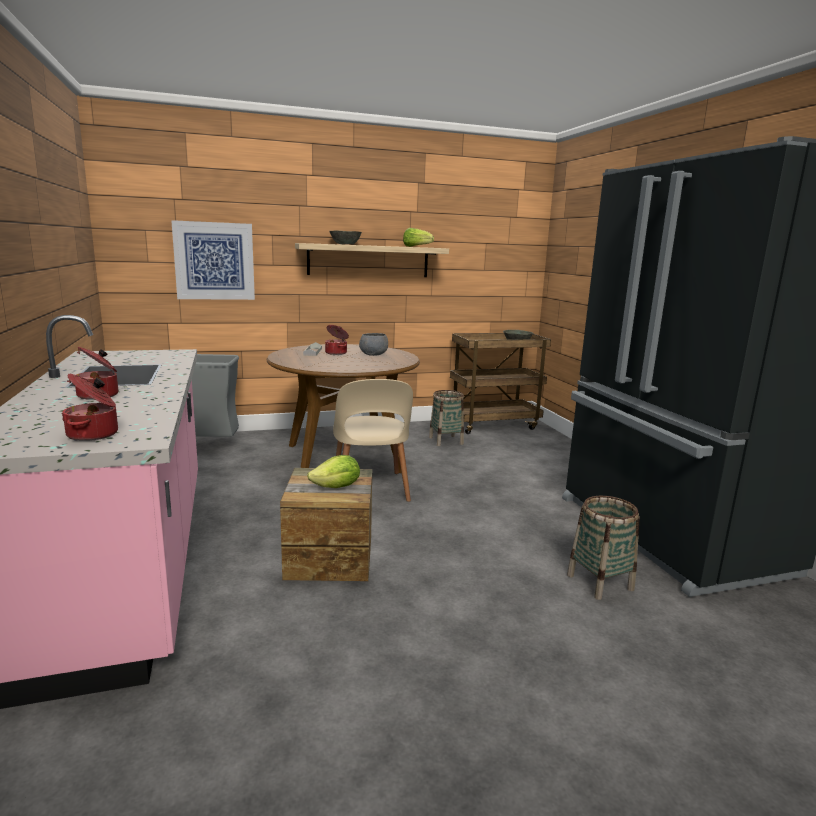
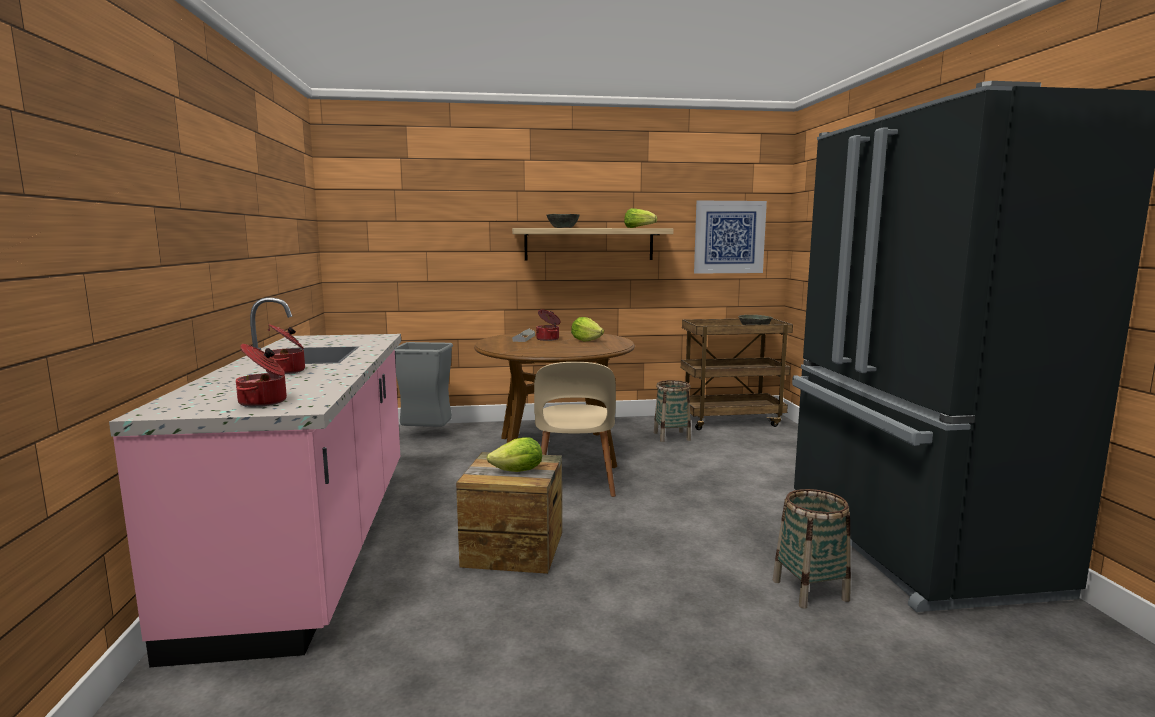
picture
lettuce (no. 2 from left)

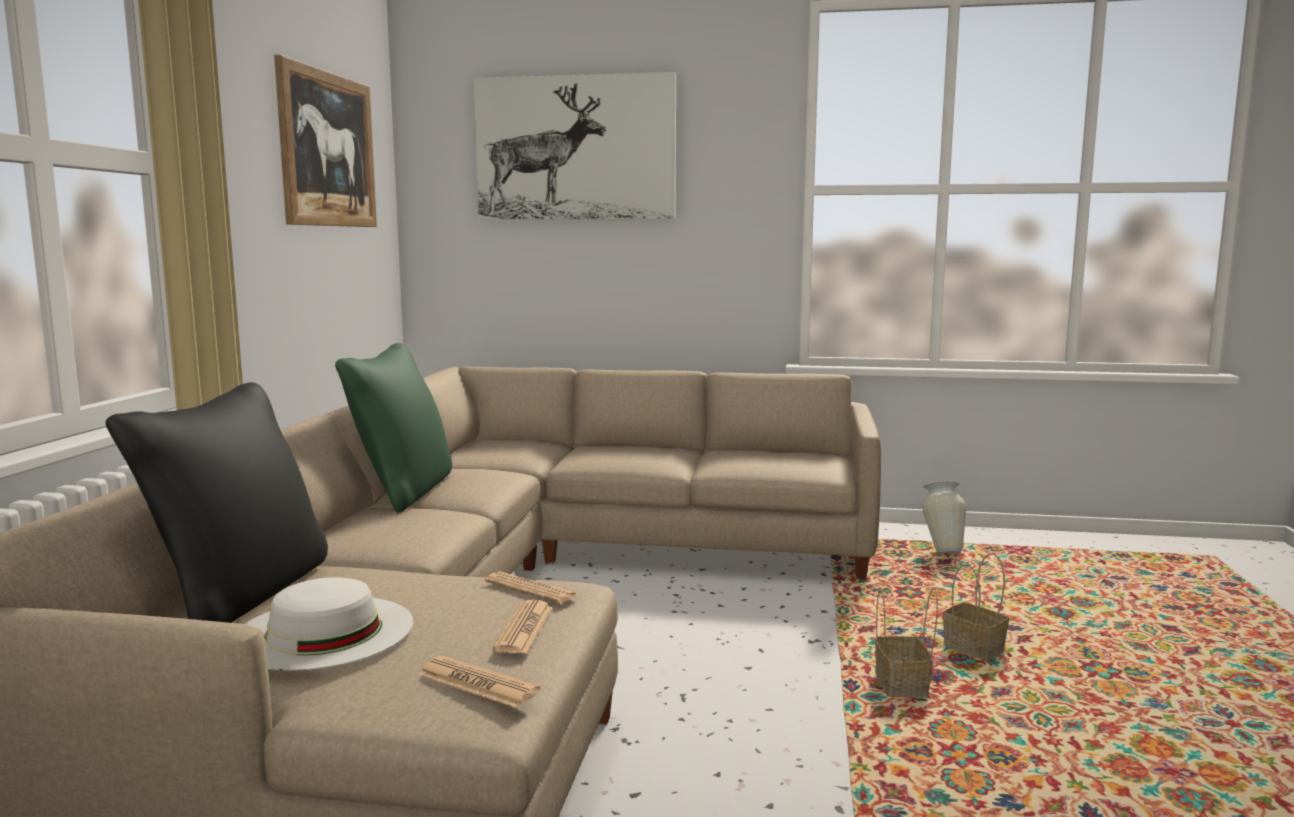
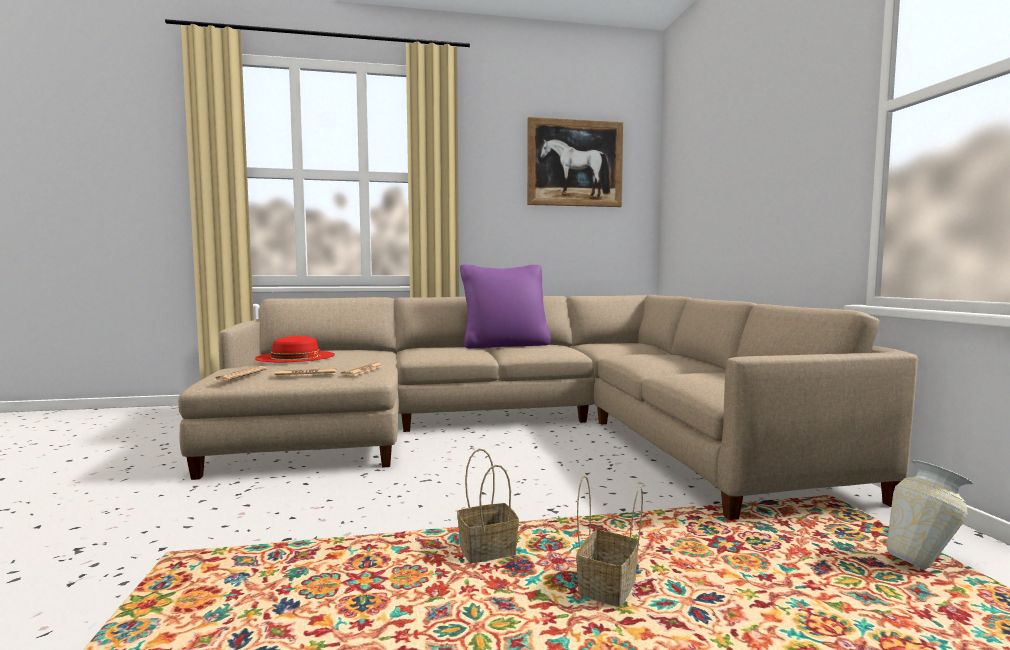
black pillow
picture (no. 2 from left in the first image)
red hat
purple pillow

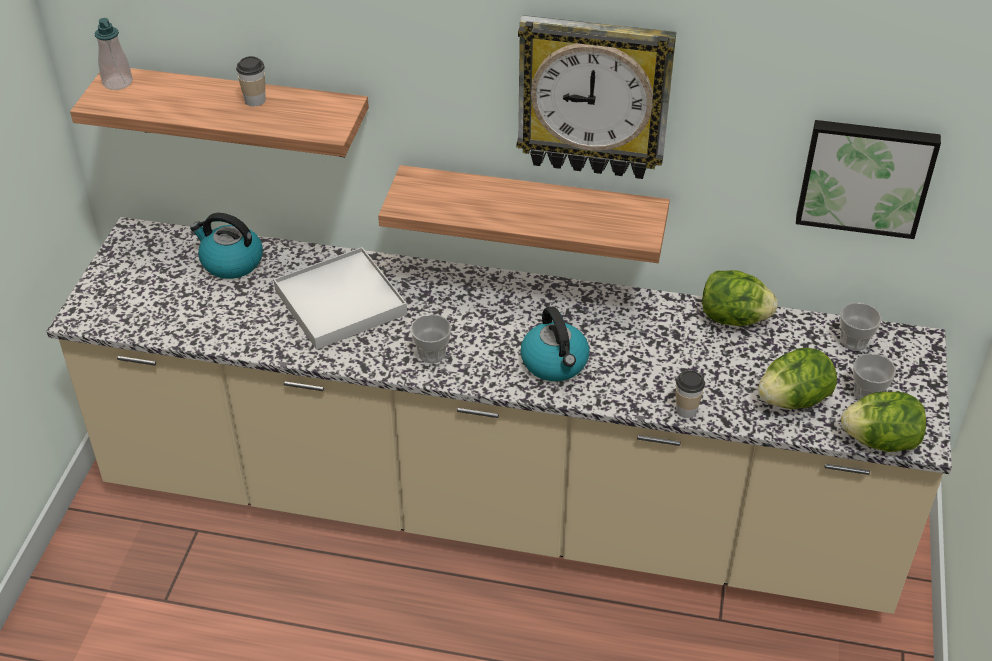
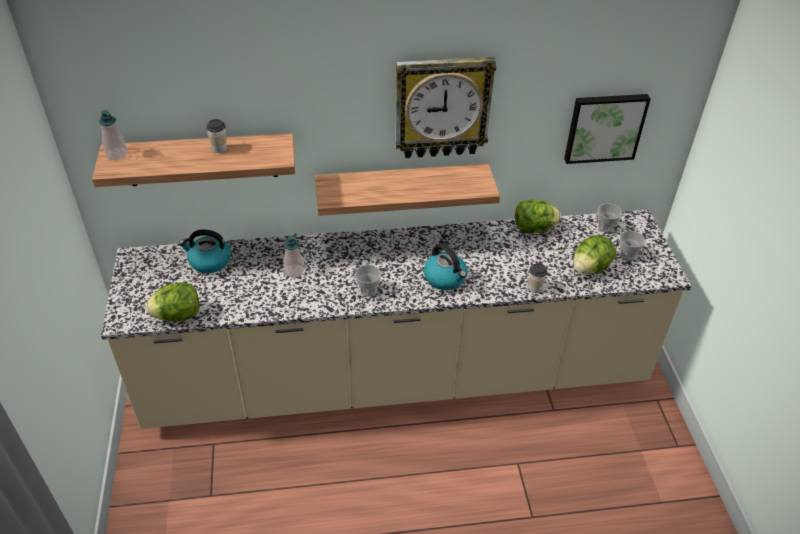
lettuce (no. 1 from left)
soap dispenser (no. 2 from left)

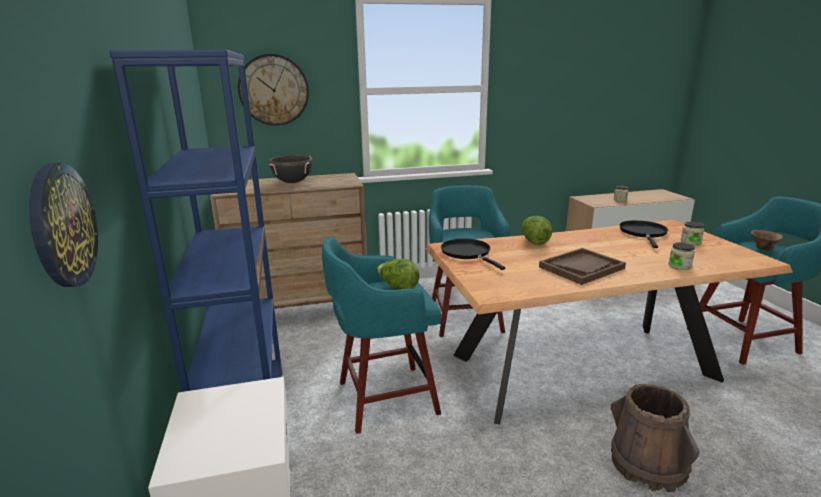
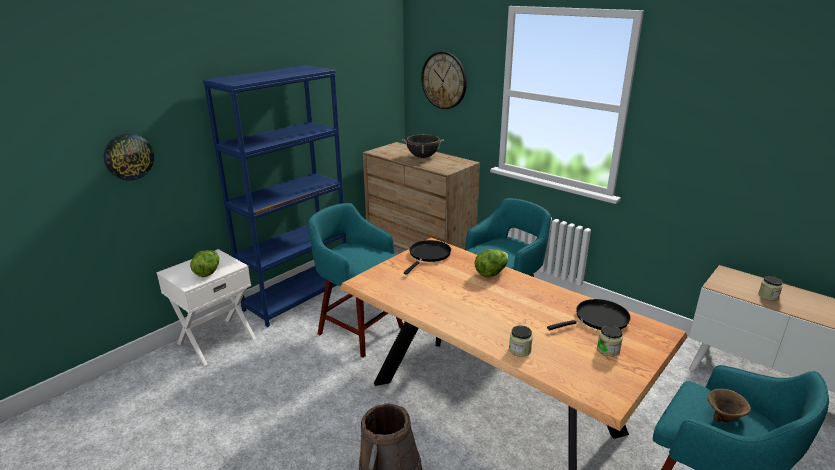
brown tray
lettuce (no. 1 from left)

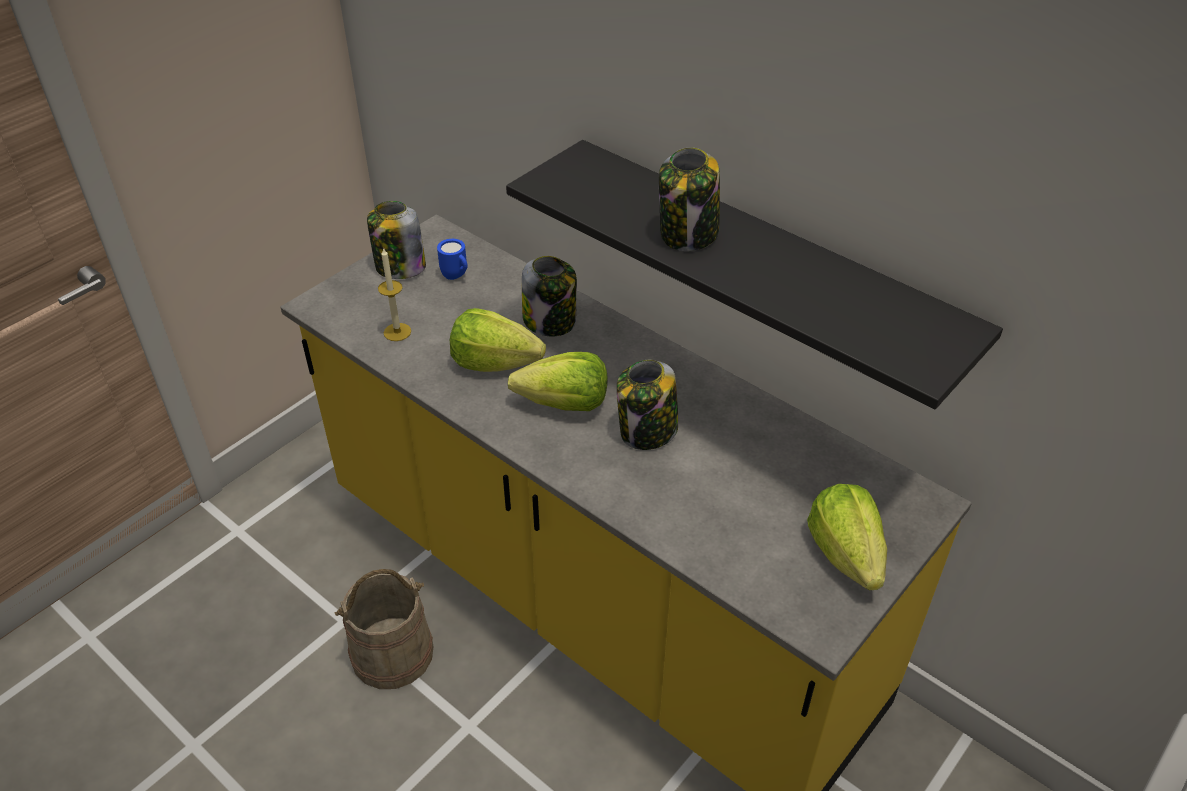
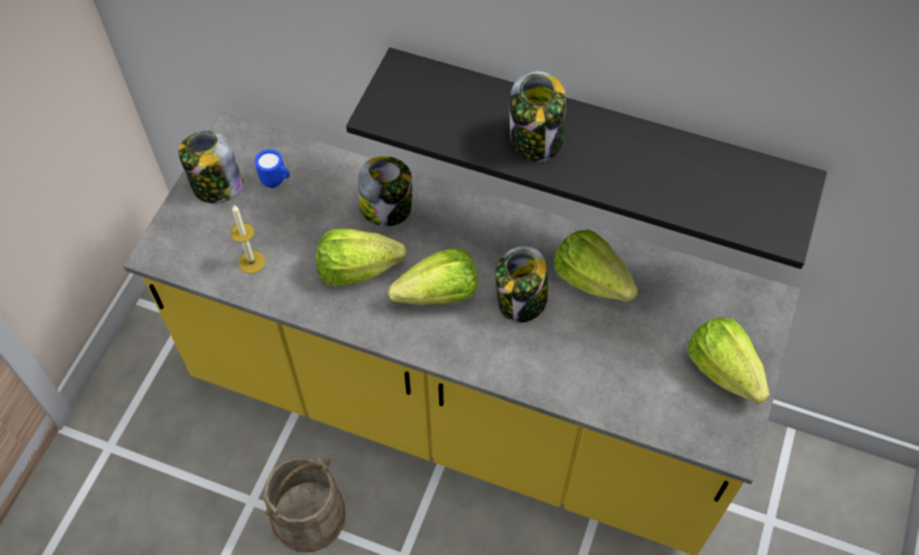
lettuce (no. 3 from left)

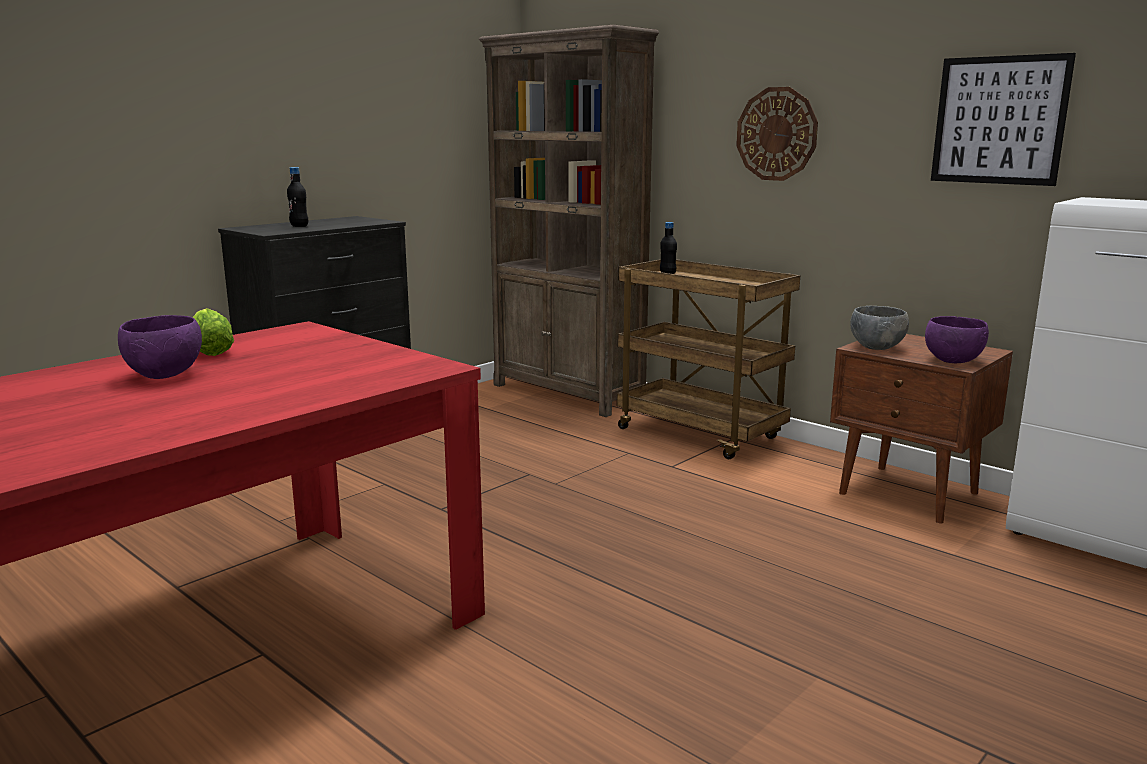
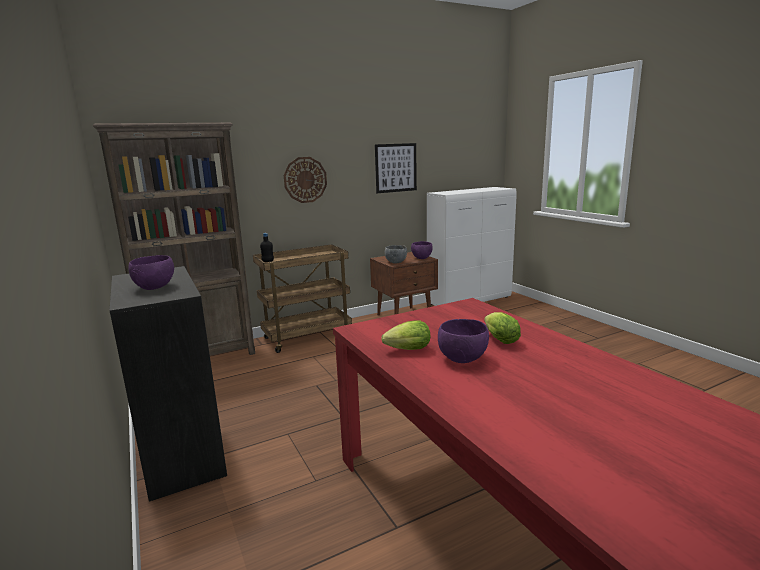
lettuce (no. 2 from left)
purple bowl (no. 1 from left)

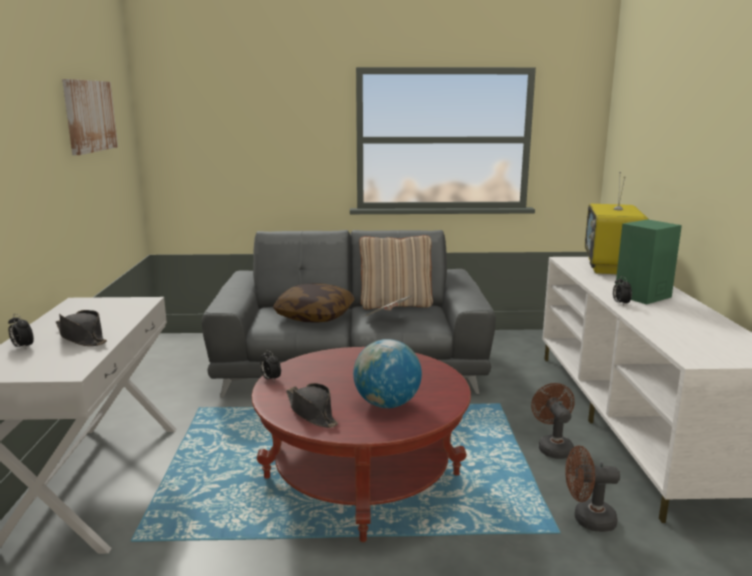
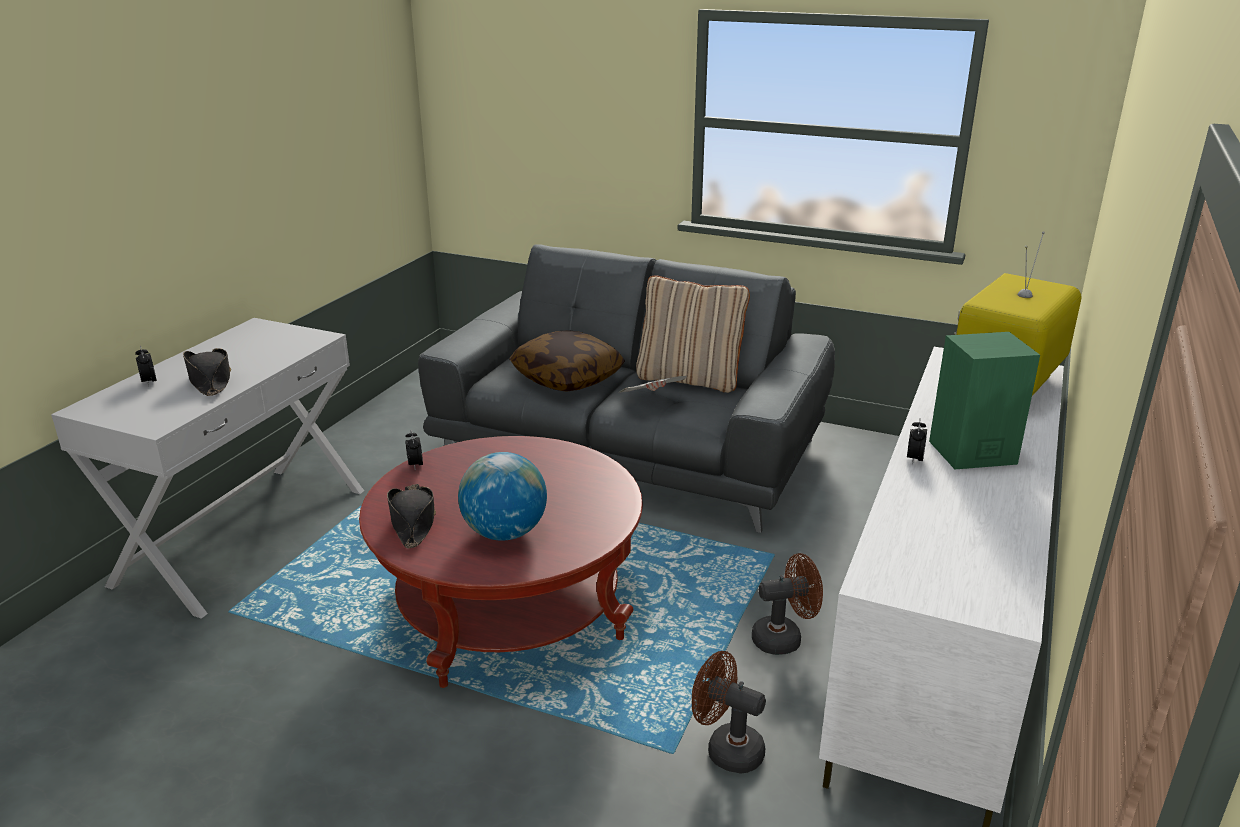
picture
brown fan (no. 2 from left)

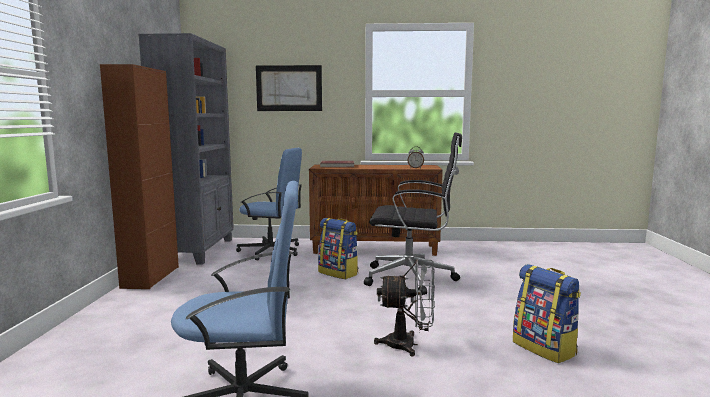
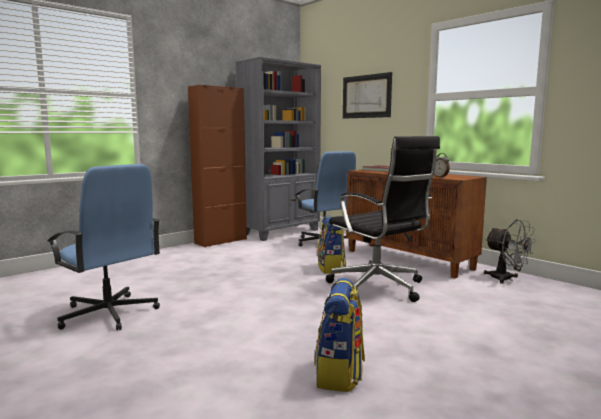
grey fan

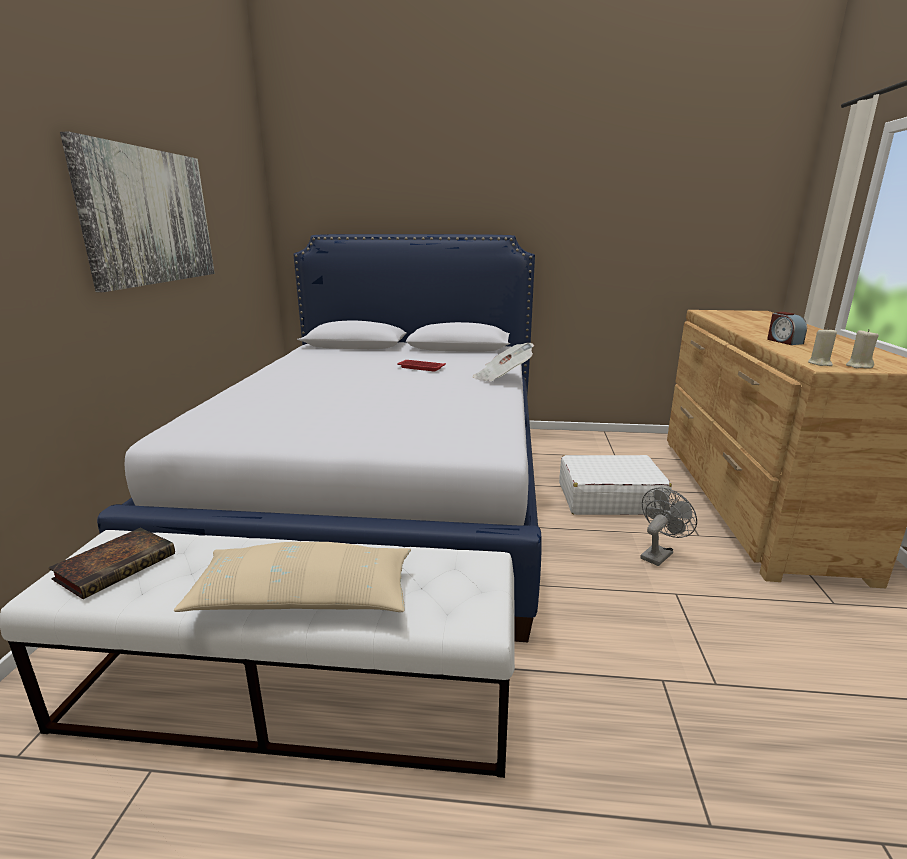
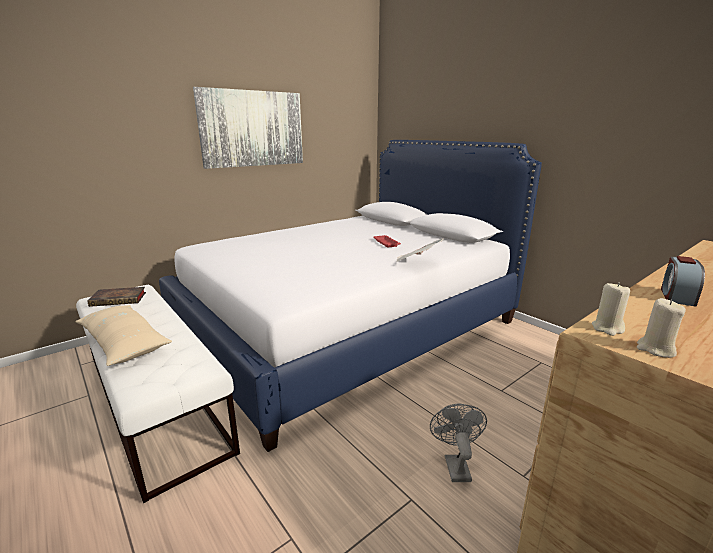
white suitcase
grey fan

